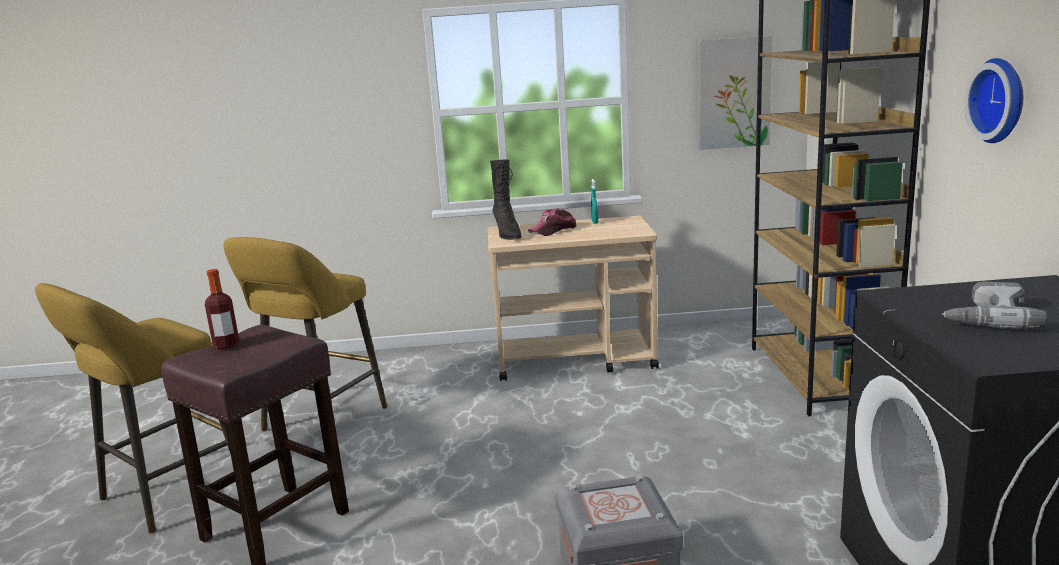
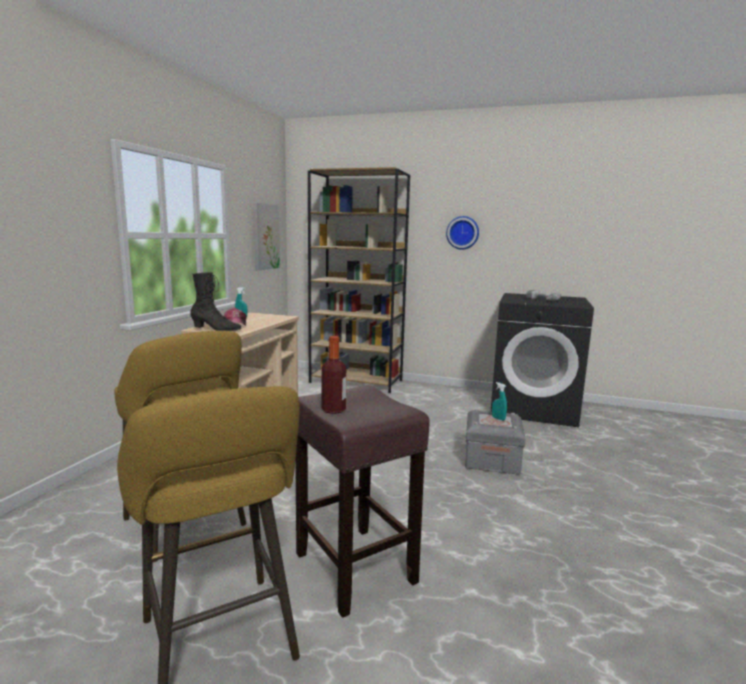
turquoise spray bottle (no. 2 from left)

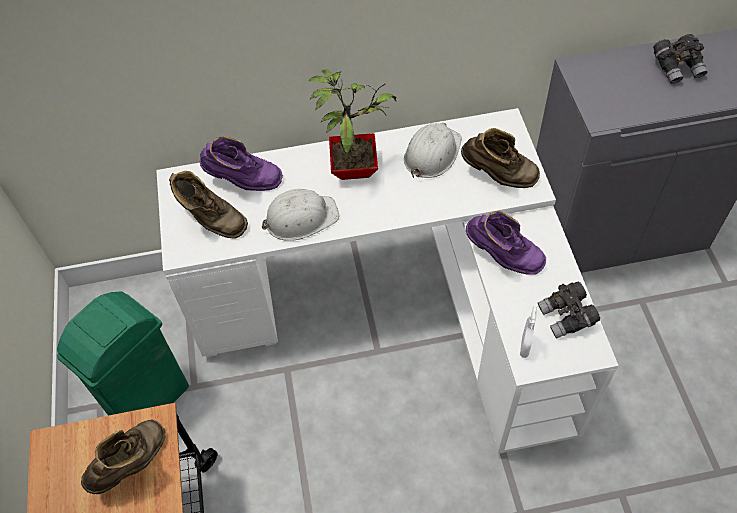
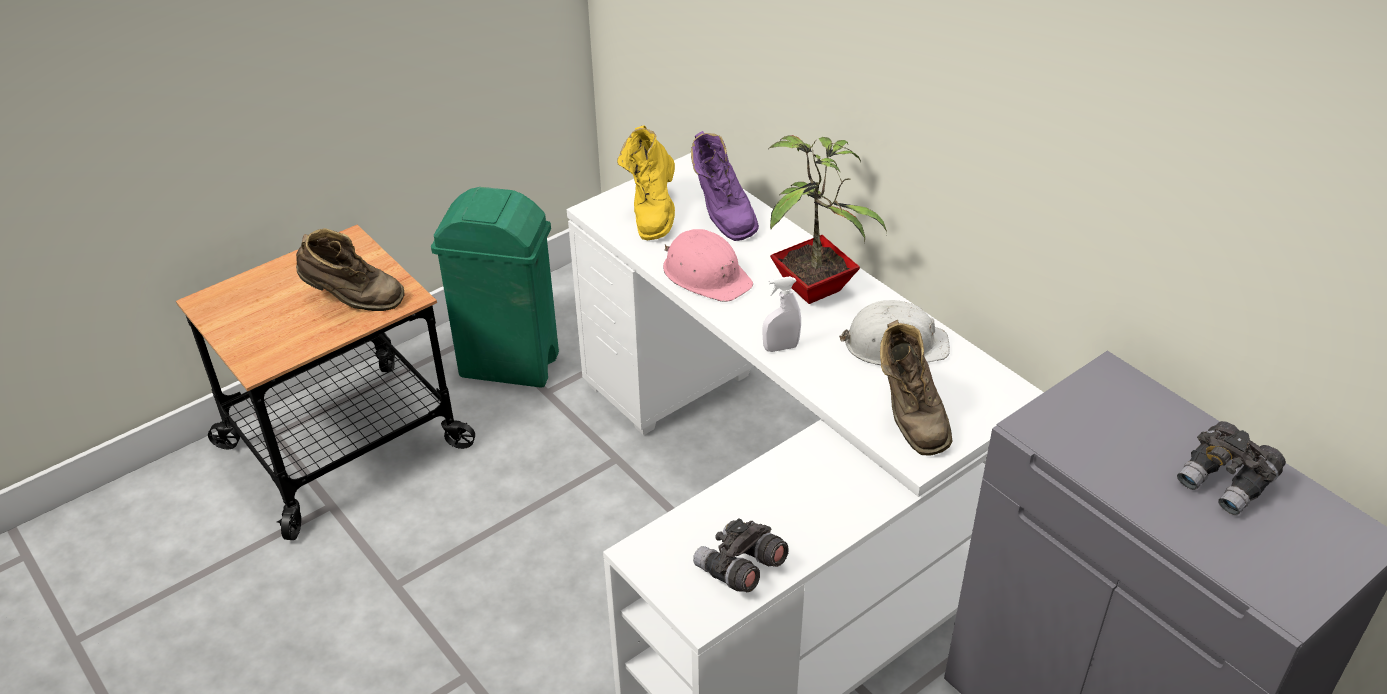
purple boot (no. 2 from left in the first image)
white spray bottle
yellow boot
pink hard hat

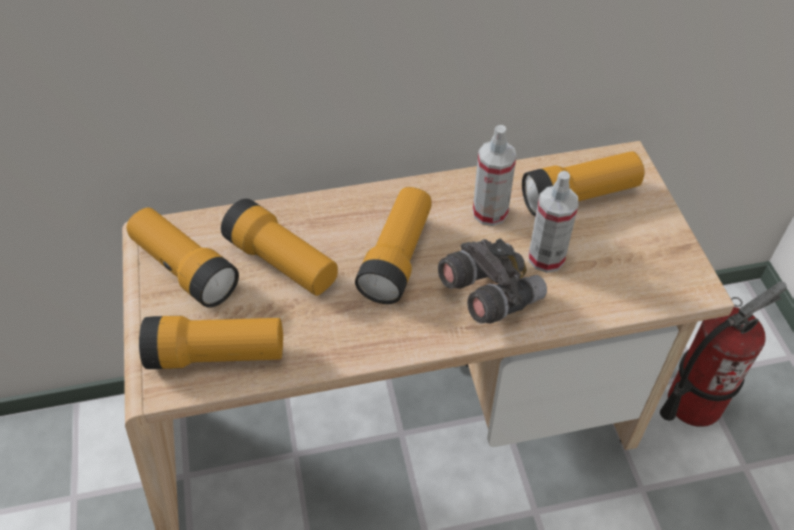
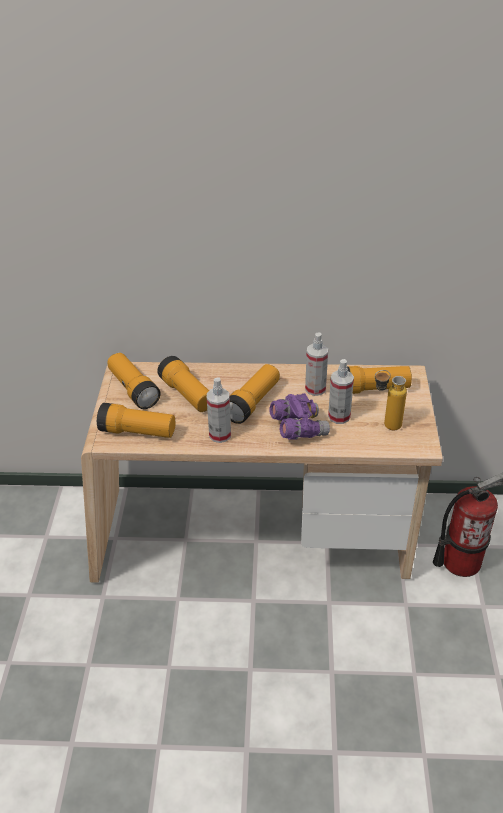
spray bottle (no. 1 from left)
bottle
purple binoculars

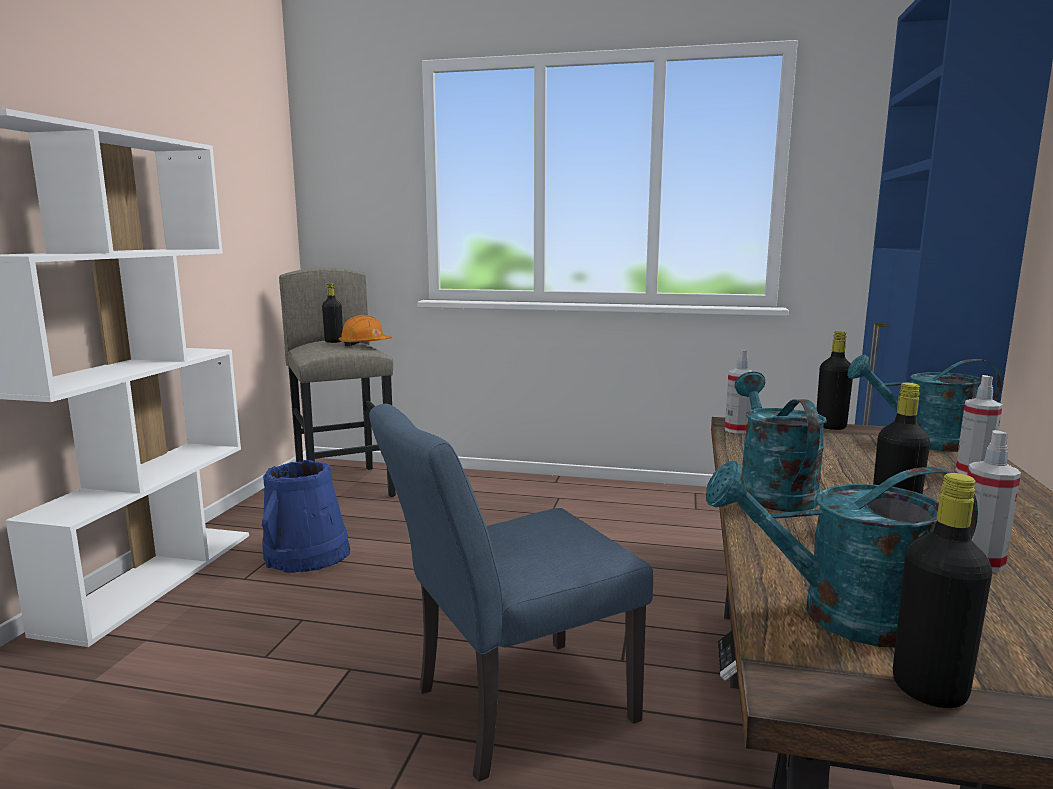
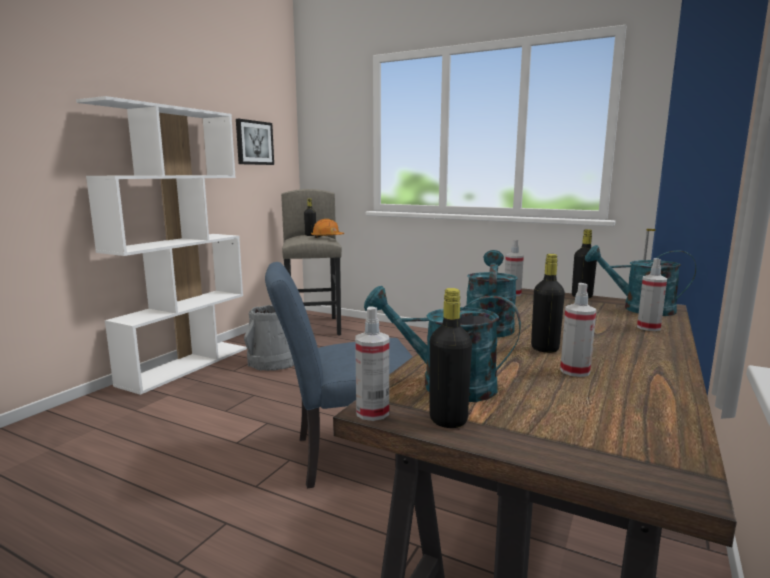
picture
spray bottle (no. 1 from left)
grey bucket

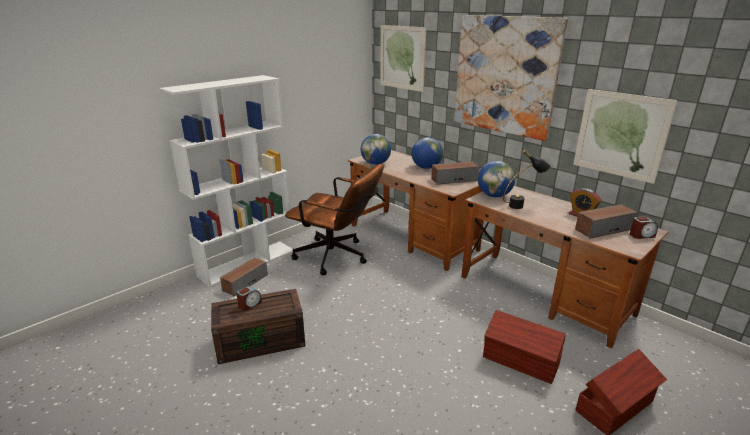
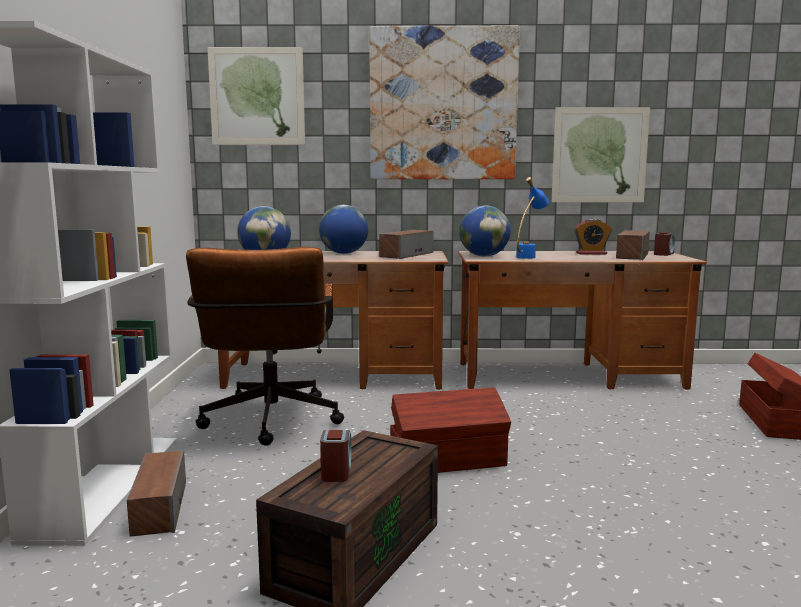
brown storage box (no. 2 from left)
blue table lamp
brown office chair

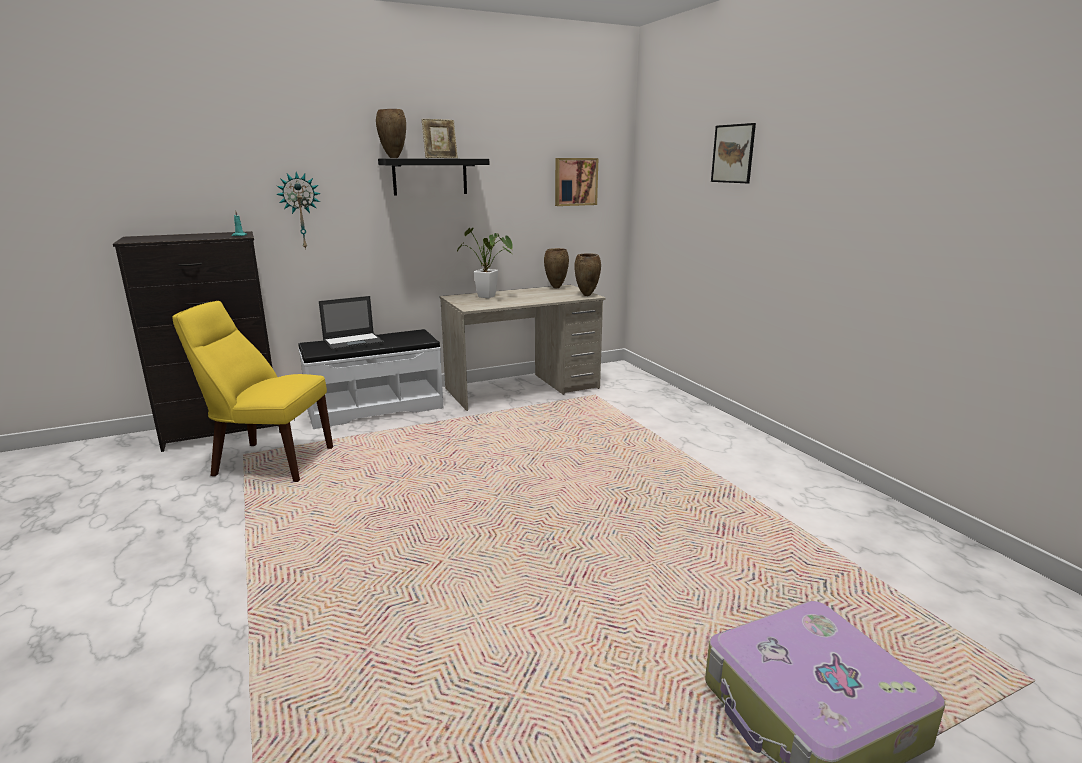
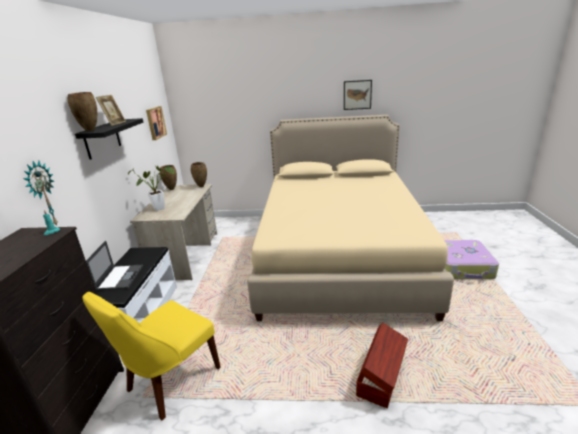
beige bed
brown storage box
picture (no. 2 from left)

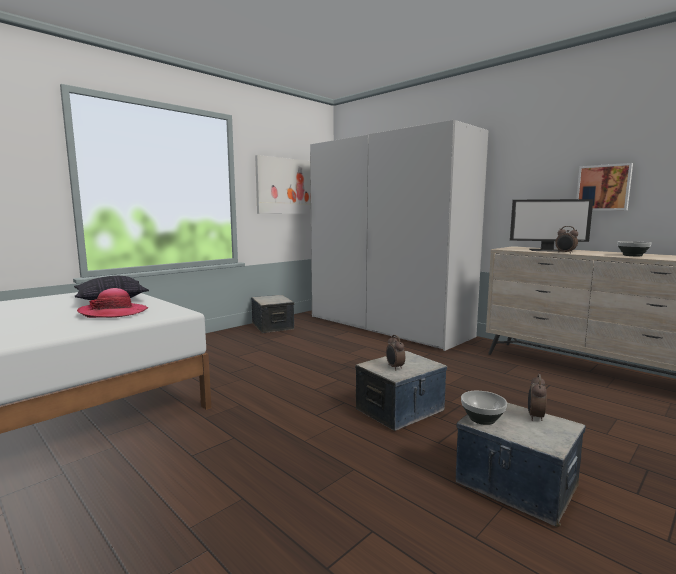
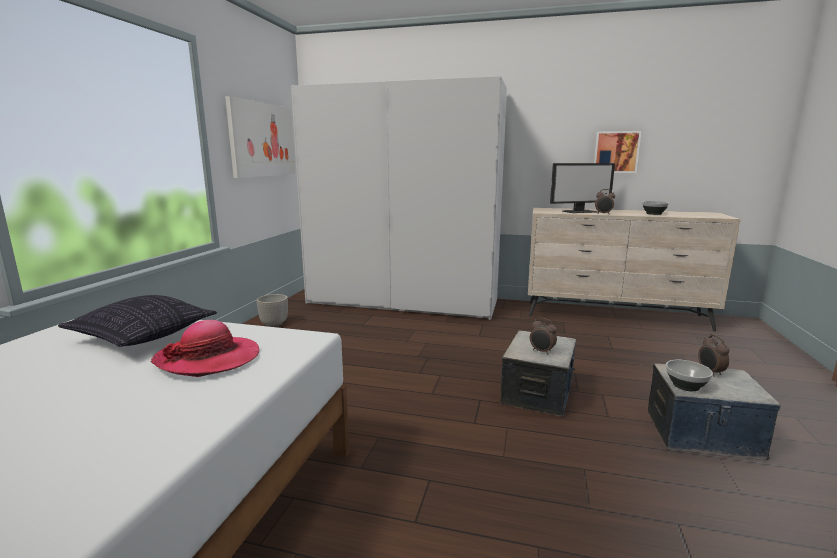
planter

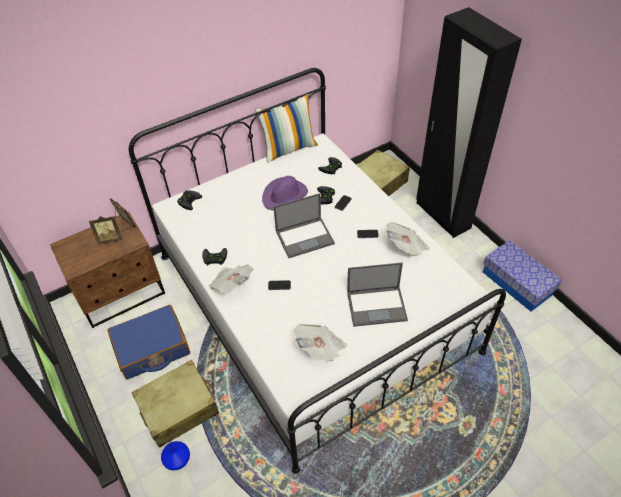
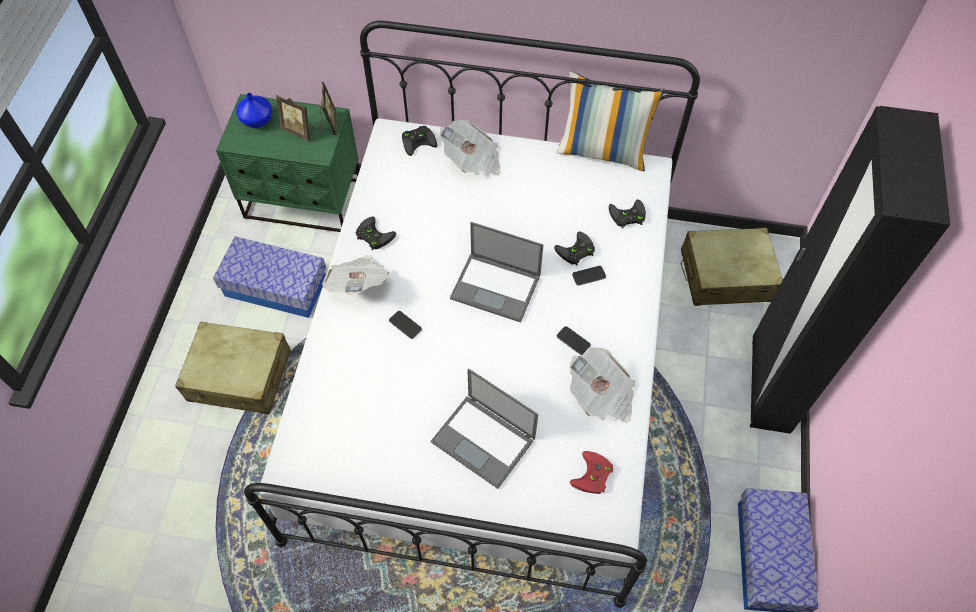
purple hat
red game controller
blue vase
newspaper (no. 2 from left)
storage box (no. 1 from left)
green nightstand

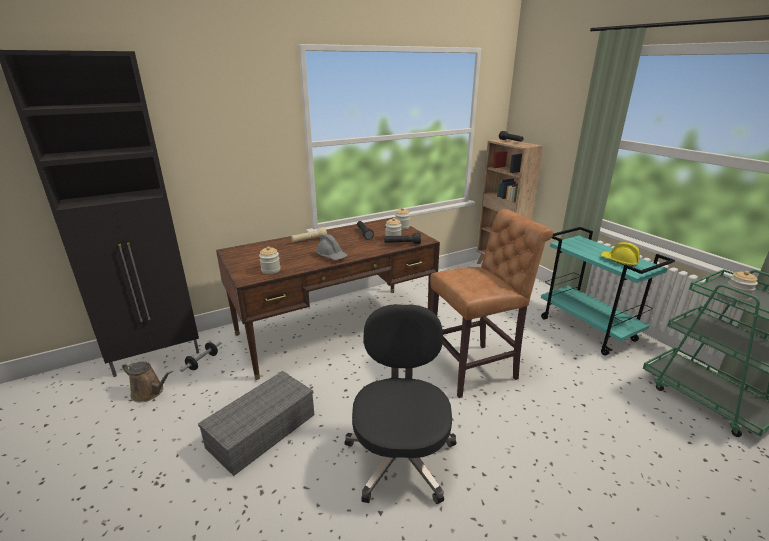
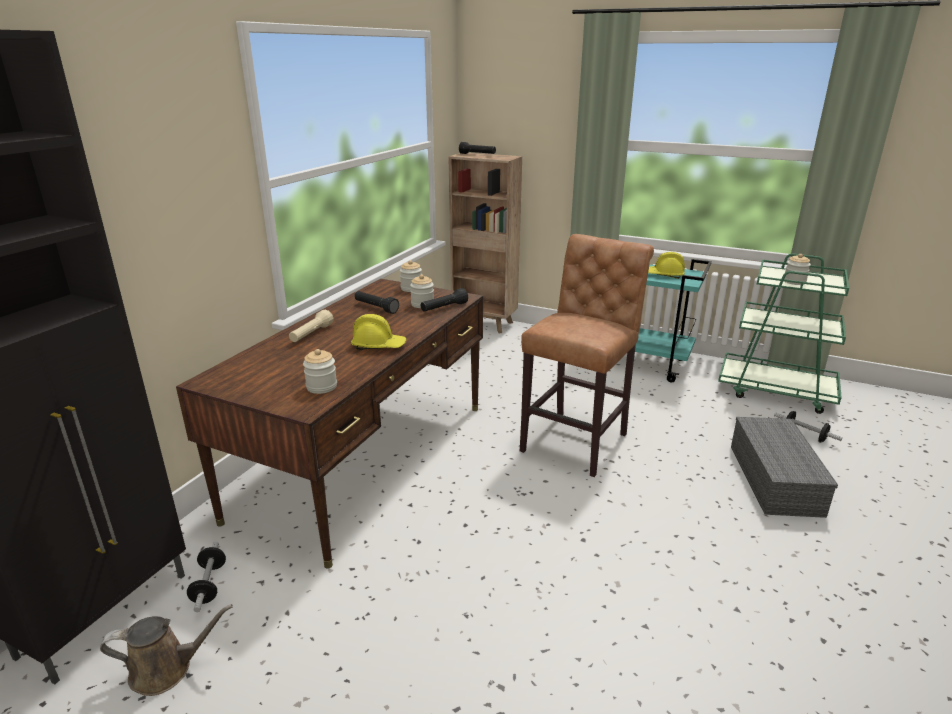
black office chair
dumbbell (no. 2 from left)
grey storage box
yellow hard hat (no. 1 from left)

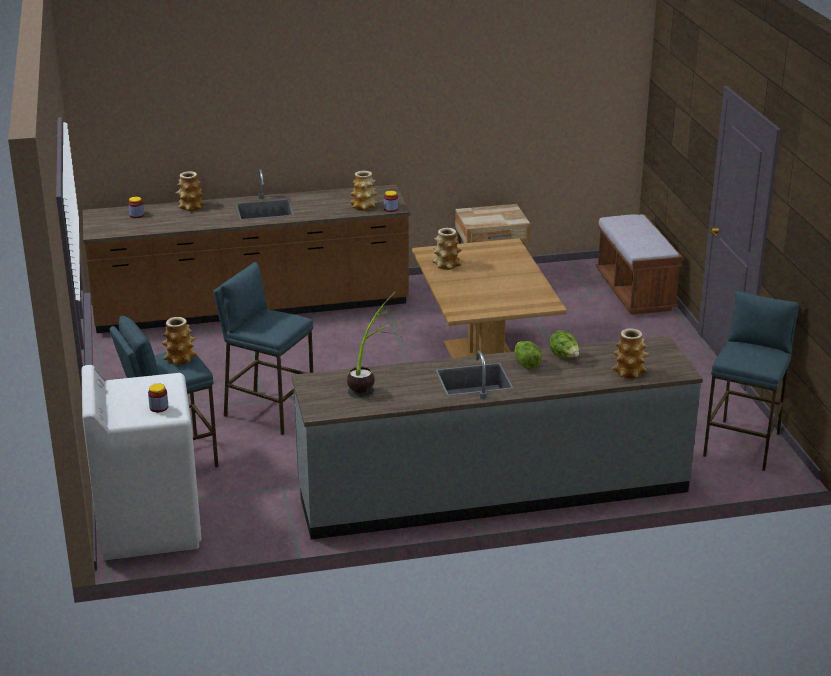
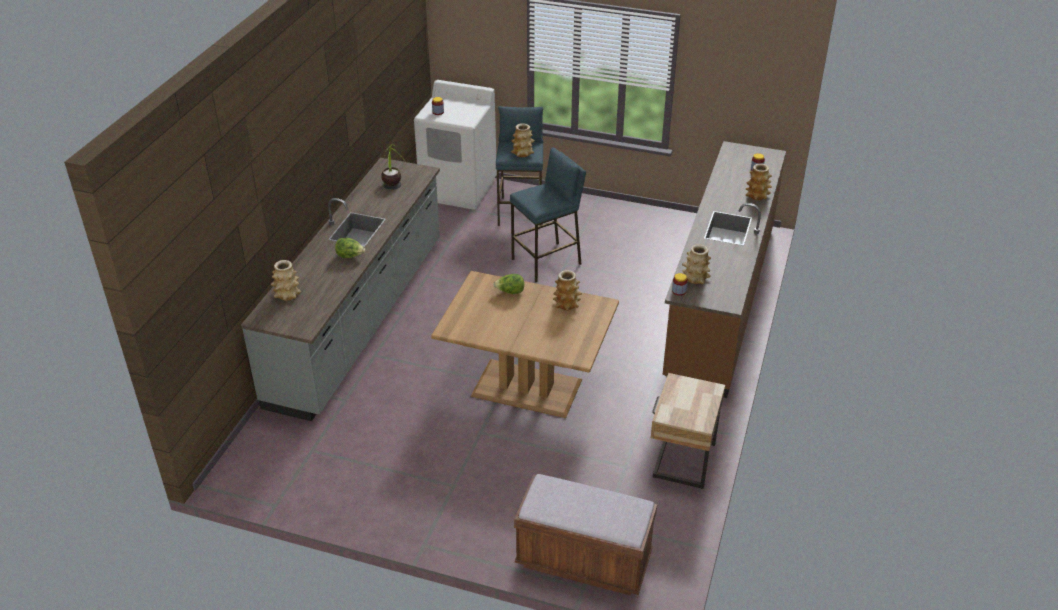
blue stool (no. 3 from left in the first image)
lettuce (no. 2 from left)

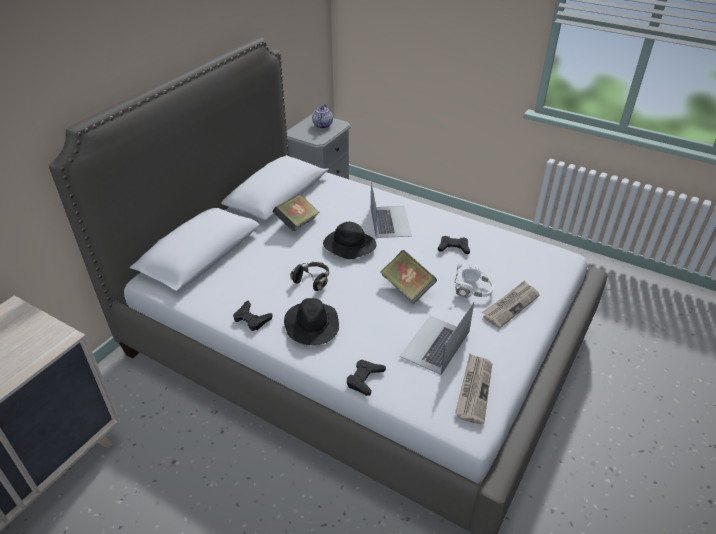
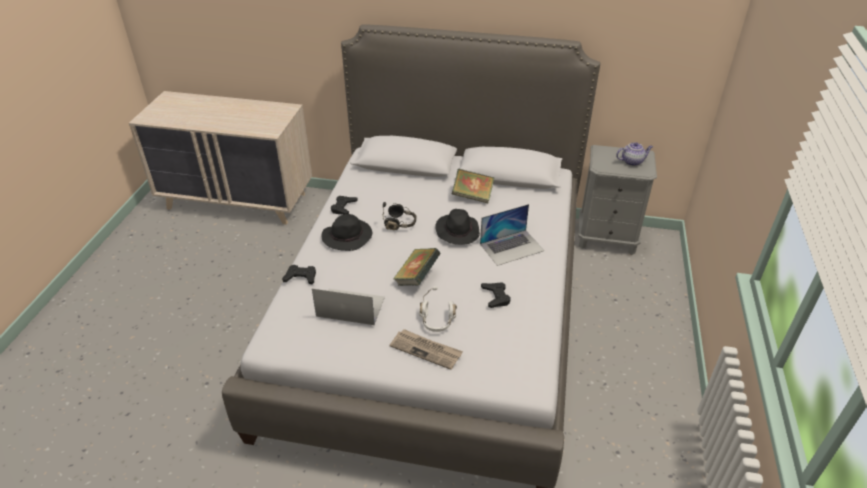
newspaper (no. 1 from left in the first image)

